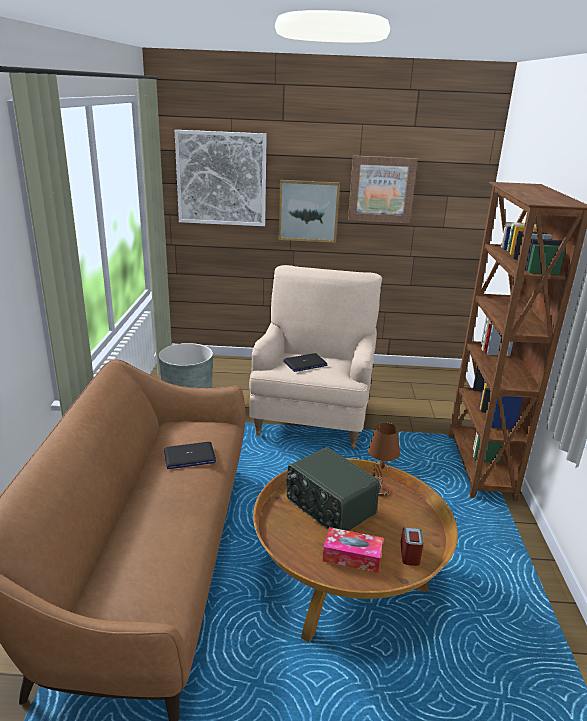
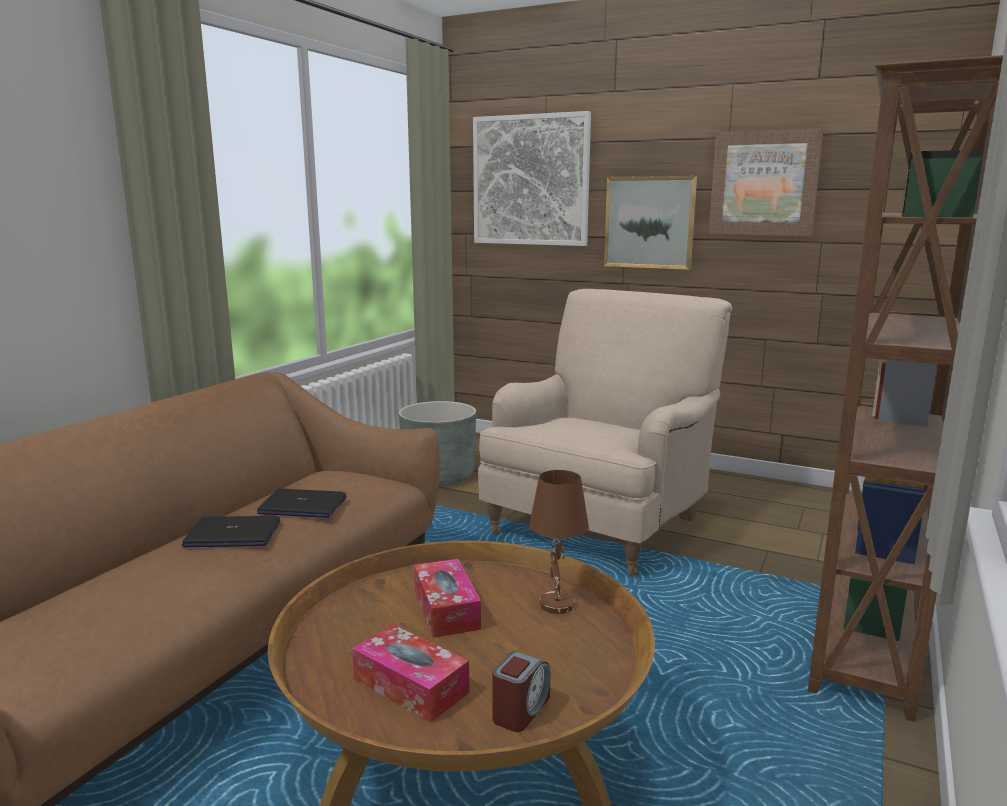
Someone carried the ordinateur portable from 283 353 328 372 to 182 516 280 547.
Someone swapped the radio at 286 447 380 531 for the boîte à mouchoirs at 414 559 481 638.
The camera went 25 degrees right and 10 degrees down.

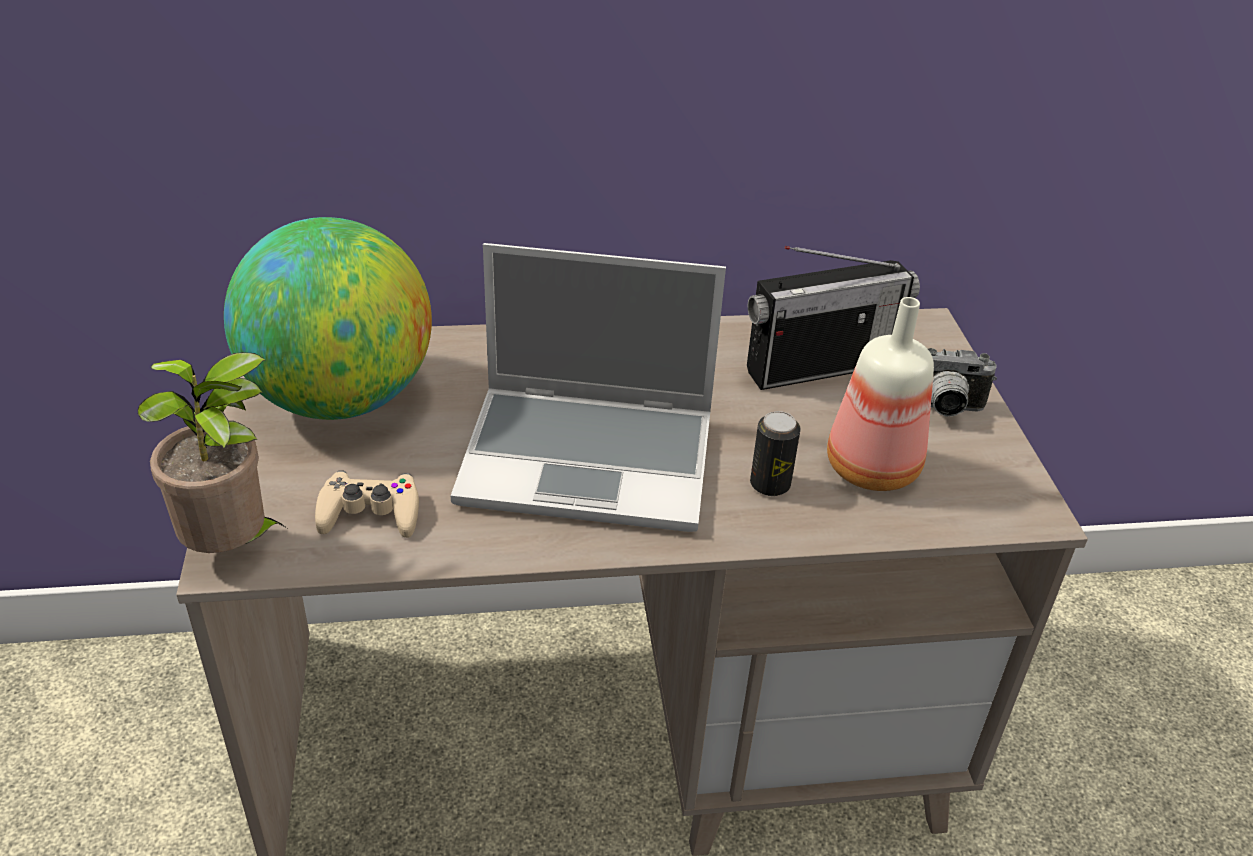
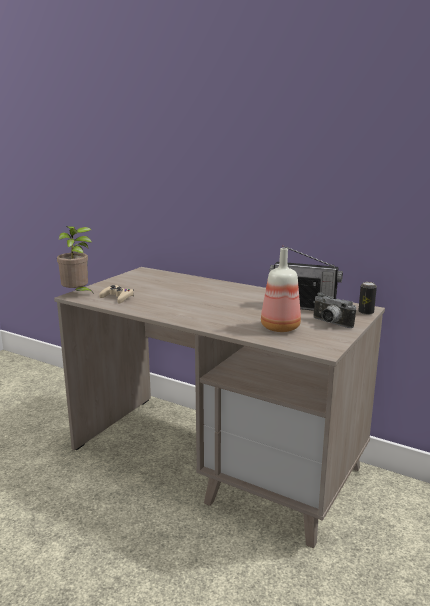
Someone took away the globe at 224 217 432 420.
Someone took away the ordinateur portable at 451 243 726 532.
Someone carried the boîte métallique from 750 411 800 496 to 358 282 377 315.
The camera went 40 degrees right and 20 degrees down.

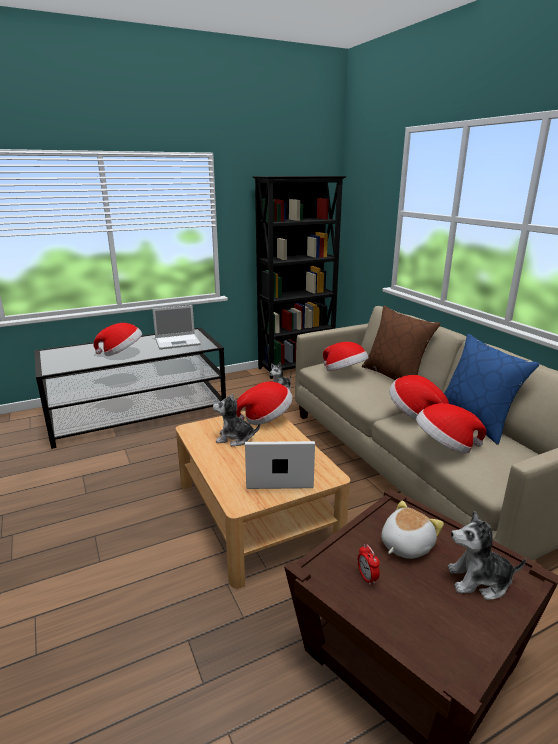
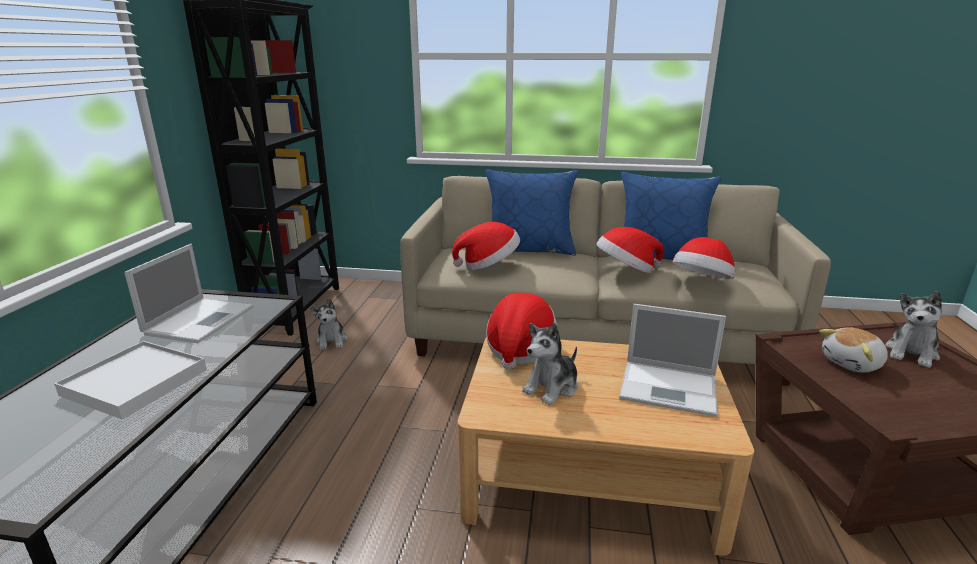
Someone took away the réveil at 358 544 380 585.
Someone swapped the chapeau at 93 323 142 356 for the plateau/blanc at 54 341 207 420.
Someone repainted the coussin/marron at 362 306 441 380, which became the coussin/bleu at 486 169 578 256.
Someone rotated the ordinateur portable at 245 441 315 489 by 105 degrees counterclockwise.
Someone rotated the peluche at 381 500 444 559 by 105 degrees counterclockwise.
The camera went 55 degrees left and 0 degrees up.

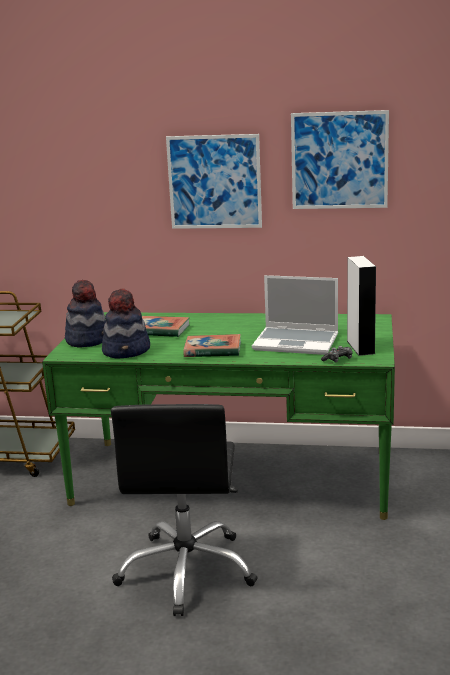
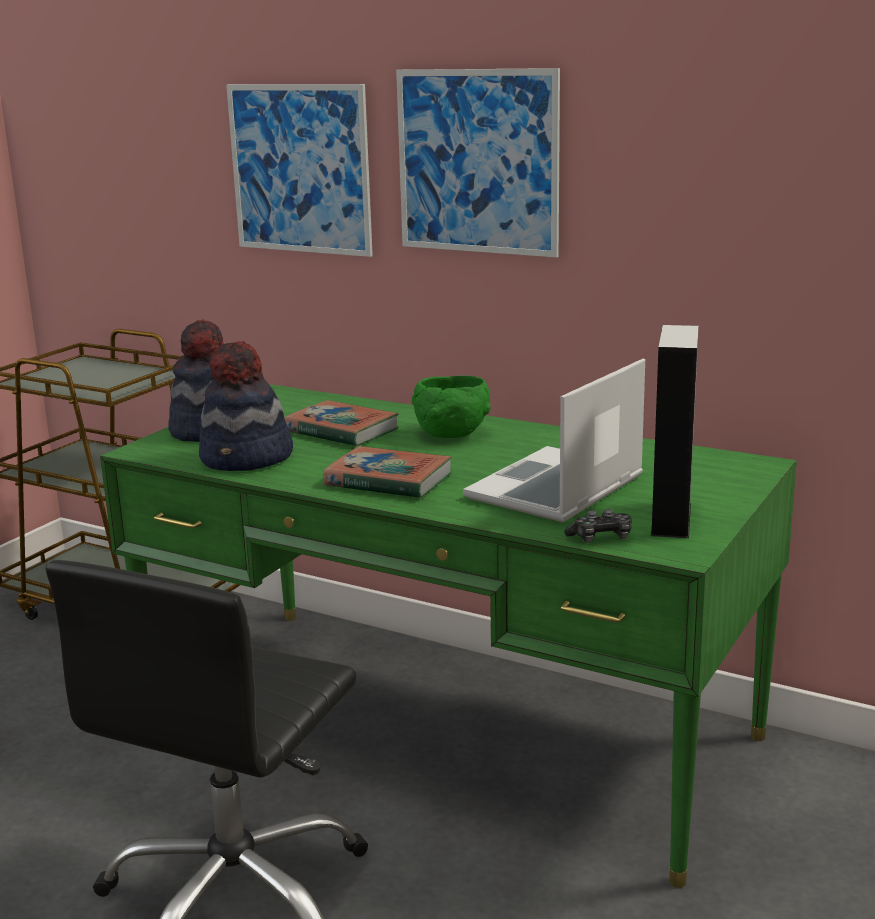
Someone put down the bol/vert at 412 376 491 438.
Someone carried the tableau from 291 110 389 209 to 226 84 373 257.
Someone rotated the ordinateur portable at 252 275 338 355 by 90 degrees clockwise.
The camera went 20 degrees right and 0 degrees up.

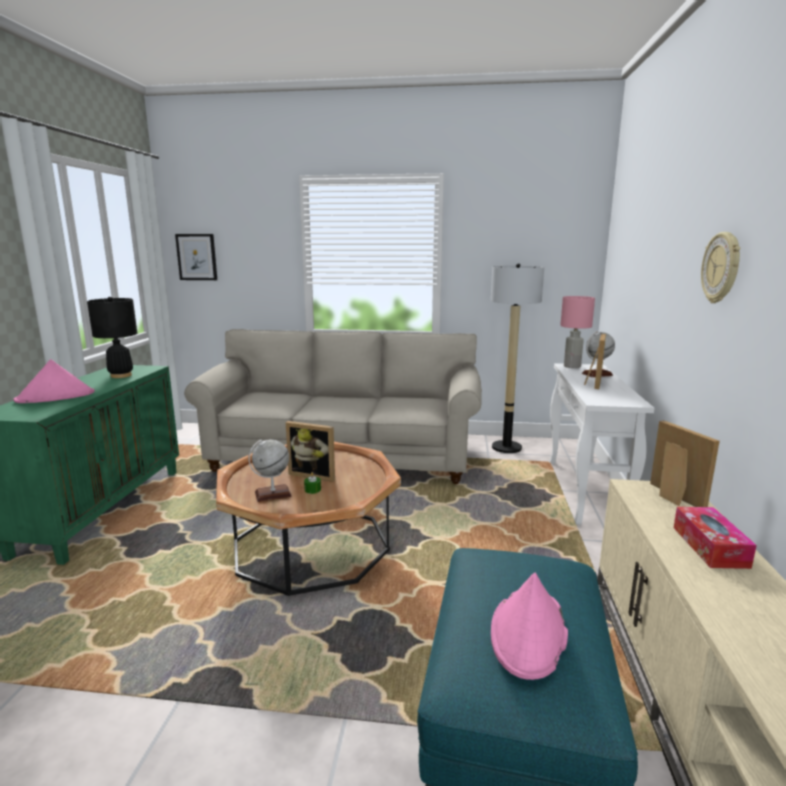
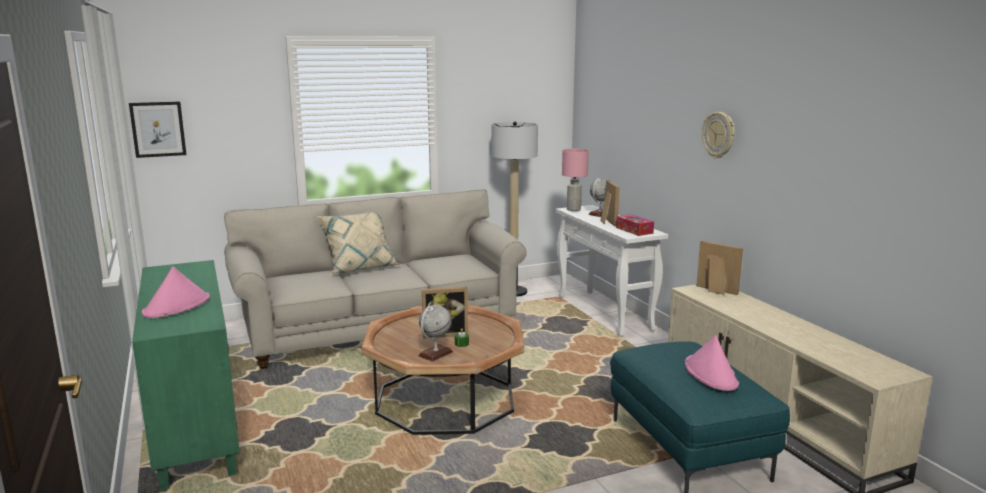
Someone took away the lampe de table/noir at 87 297 137 378.
Someone put down the coussin/beige at 317 212 400 275.
Someone carried the boîte à mouchoirs from 674 507 757 569 to 616 214 654 236.
The camera went 30 degrees left and 0 degrees up.

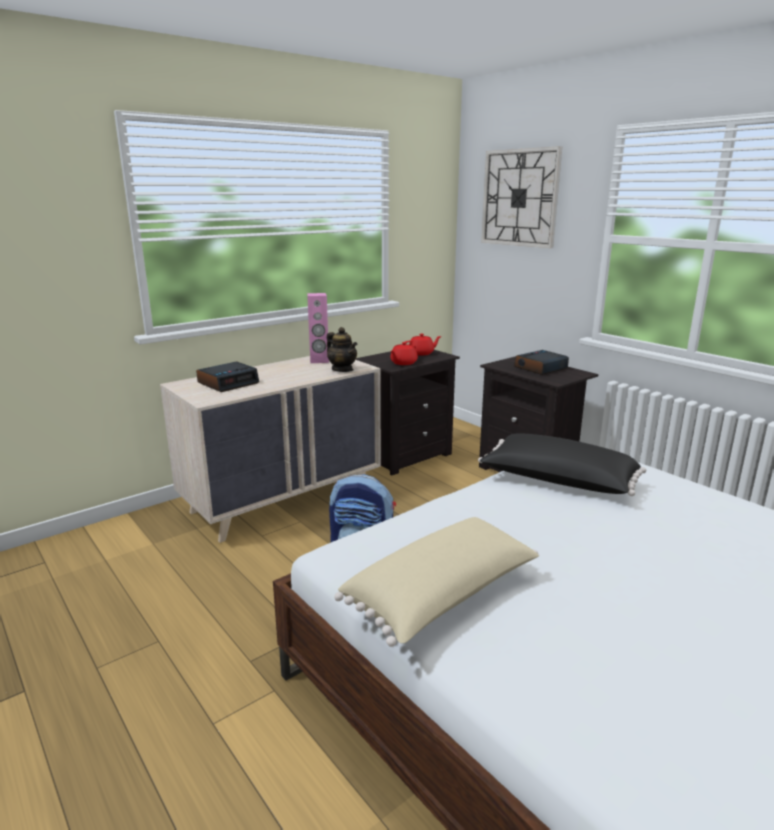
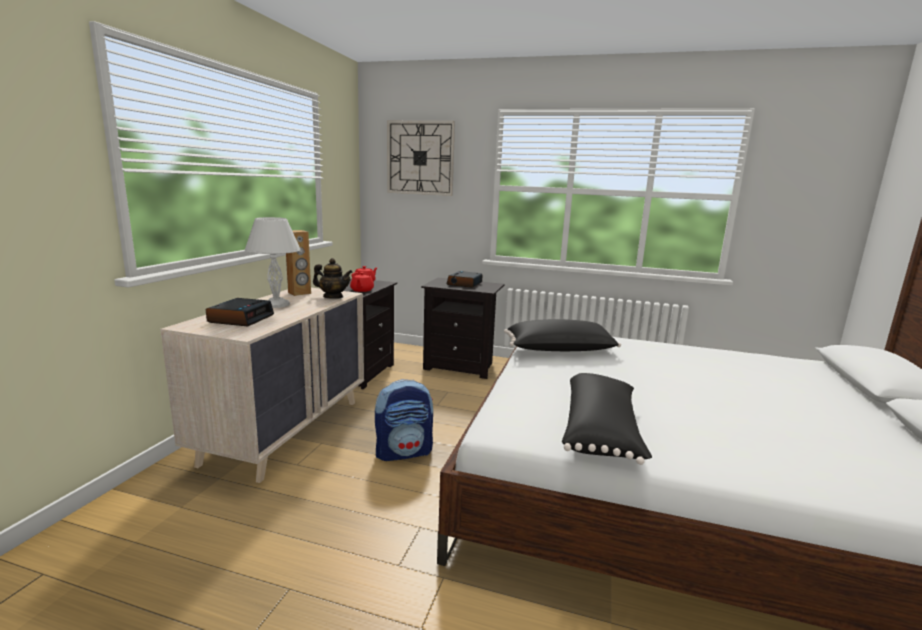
Someone put down the lampe de table/blanc at 245 217 301 308.
Someone repainted the enceinte/rose at 307 293 329 363, which became the enceinte/marron at 286 230 311 296.
Someone repainted the coussin/beige at 334 517 539 647, which became the coussin/noir at 562 373 652 465.
The camera went 35 degrees left and 5 degrees down.

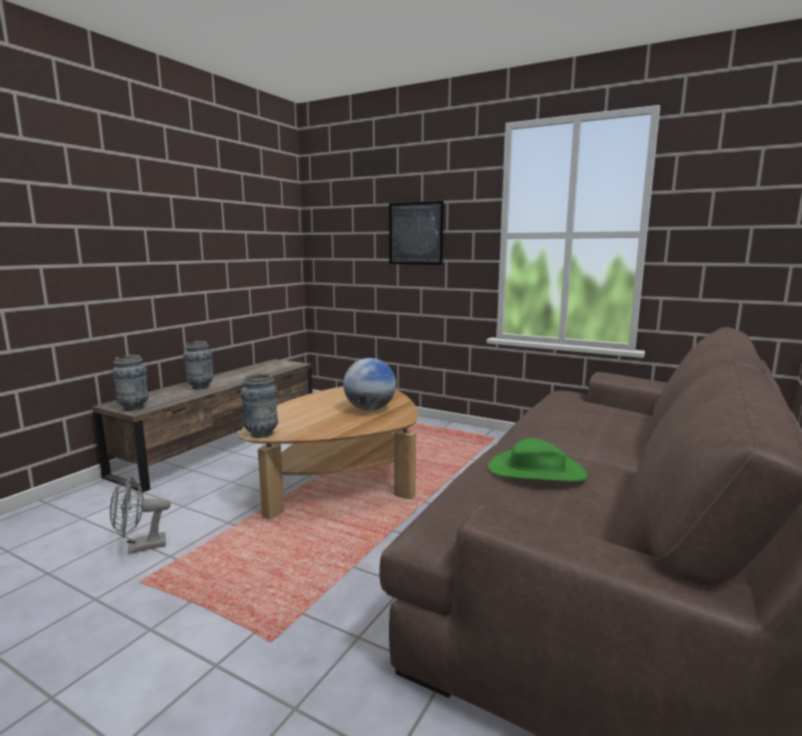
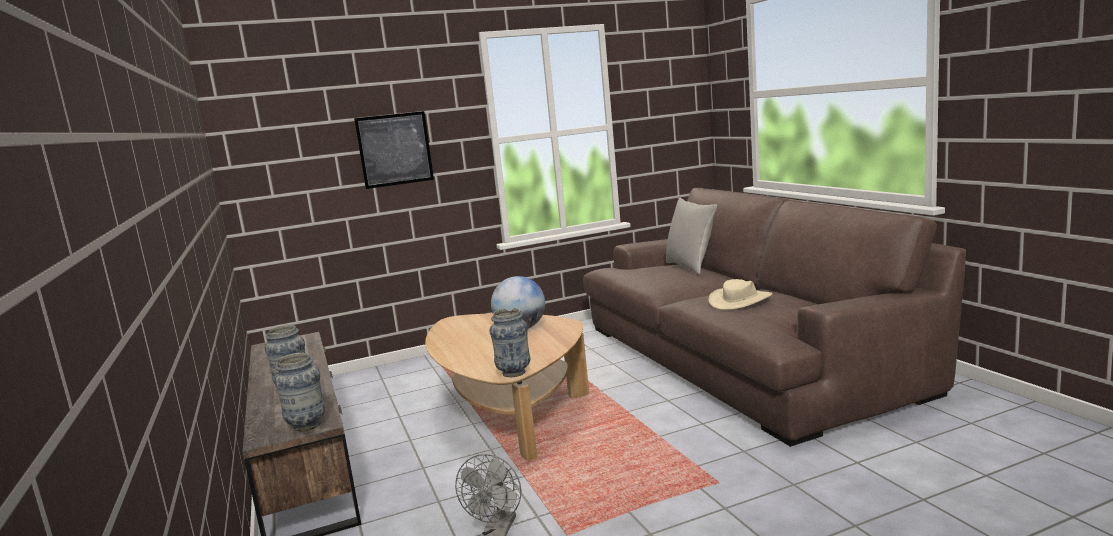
Someone put down the coussin/gris at 666 197 717 275.
Someone repainted the chapeau/vert at 488 438 588 482, which became the chapeau/beige at 708 279 773 310.
The camera went 50 degrees left and 0 degrees up.

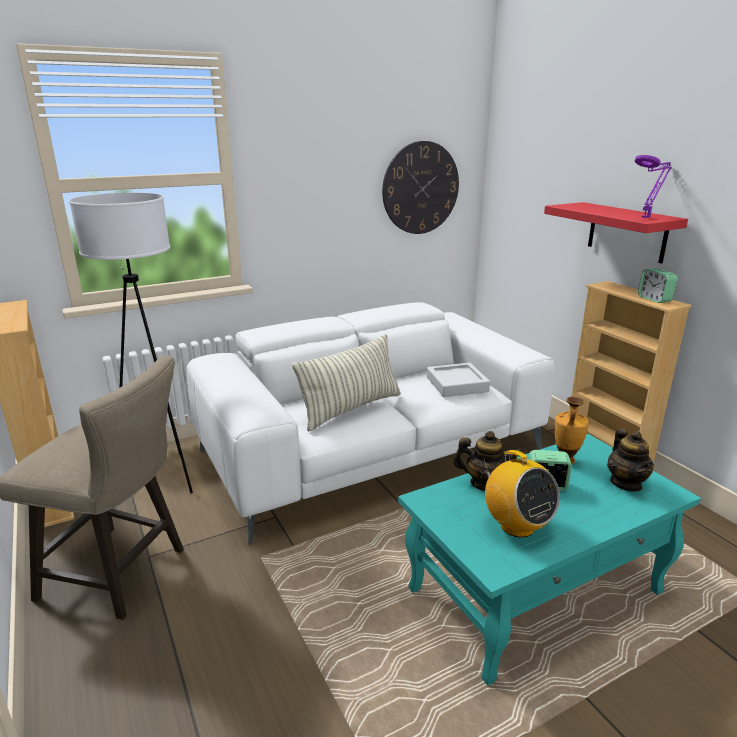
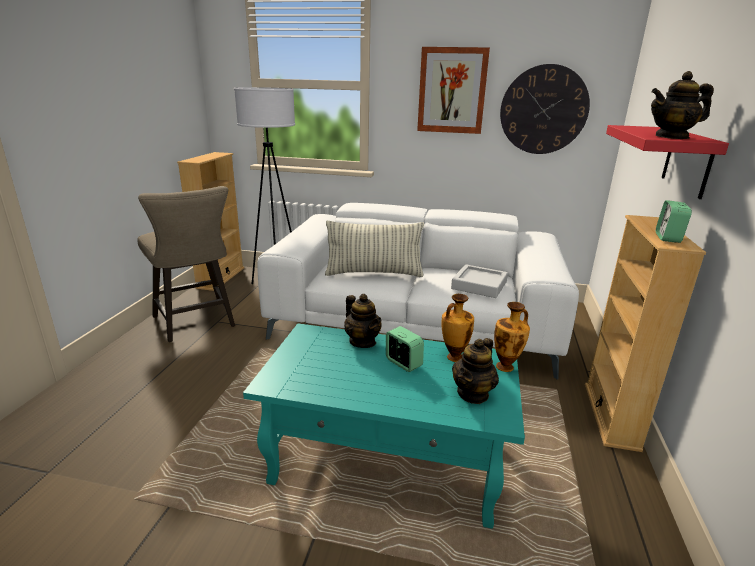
Someone took away the radio at 483 450 560 538.
Someone put up the tableau at 417 47 490 134.
Someone put down the vase at 494 302 530 372.
Someone swapped the lampe de table/violet at 635 155 672 218 for the théière at 651 71 714 139.
The camera went 40 degrees right and 0 degrees up.

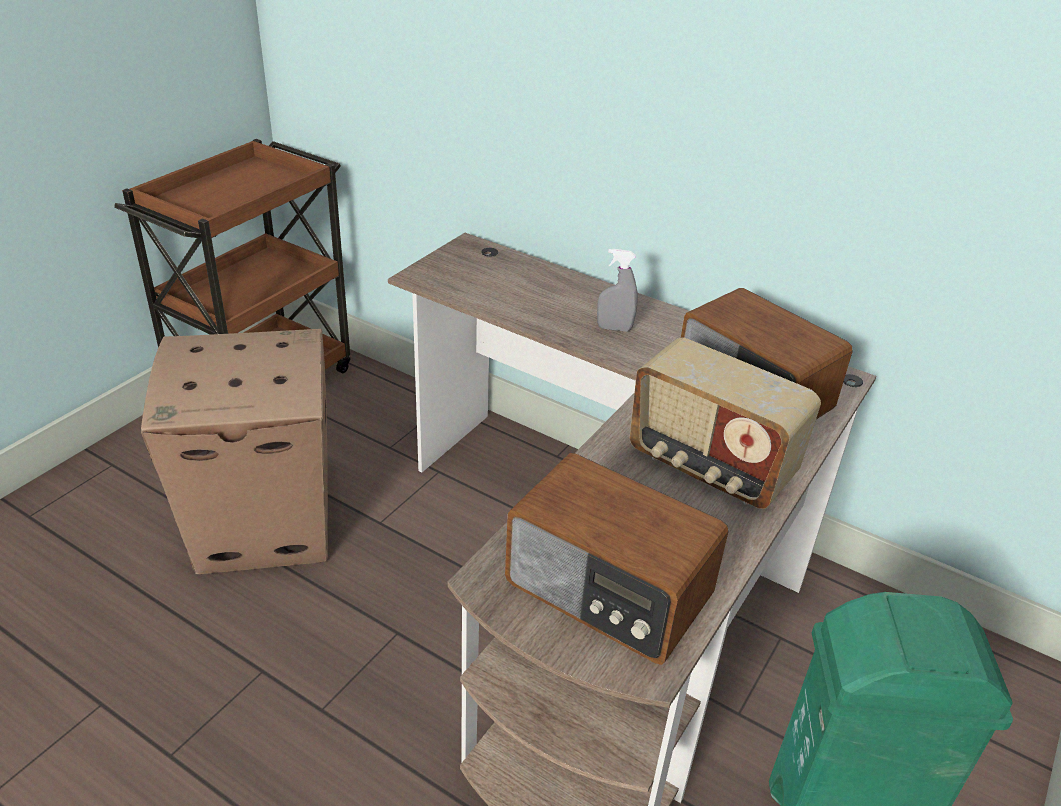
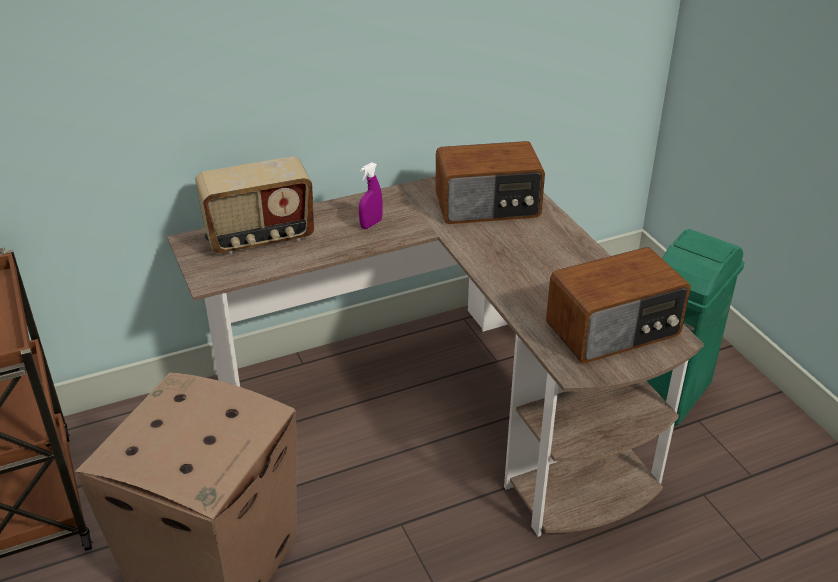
Someone carried the radio from 630 337 821 509 to 195 157 314 254.
Someone repainted the vaporisateur/gris at 597 249 638 332, which became the vaporisateur/violet at 359 162 383 229.
The camera went 55 degrees left and 0 degrees up.

